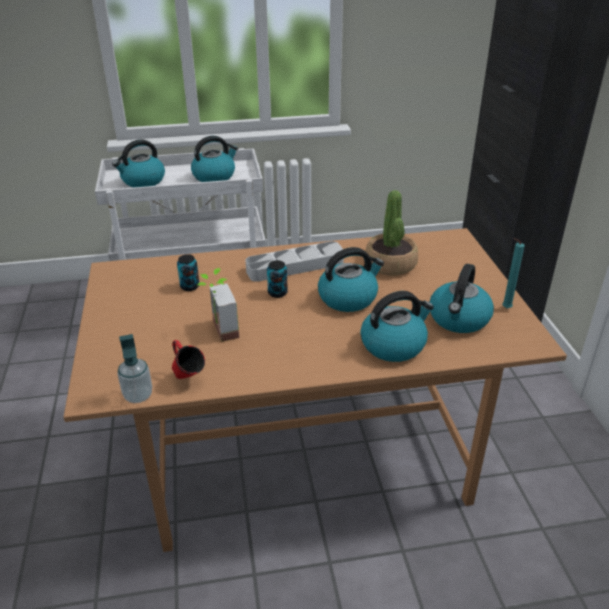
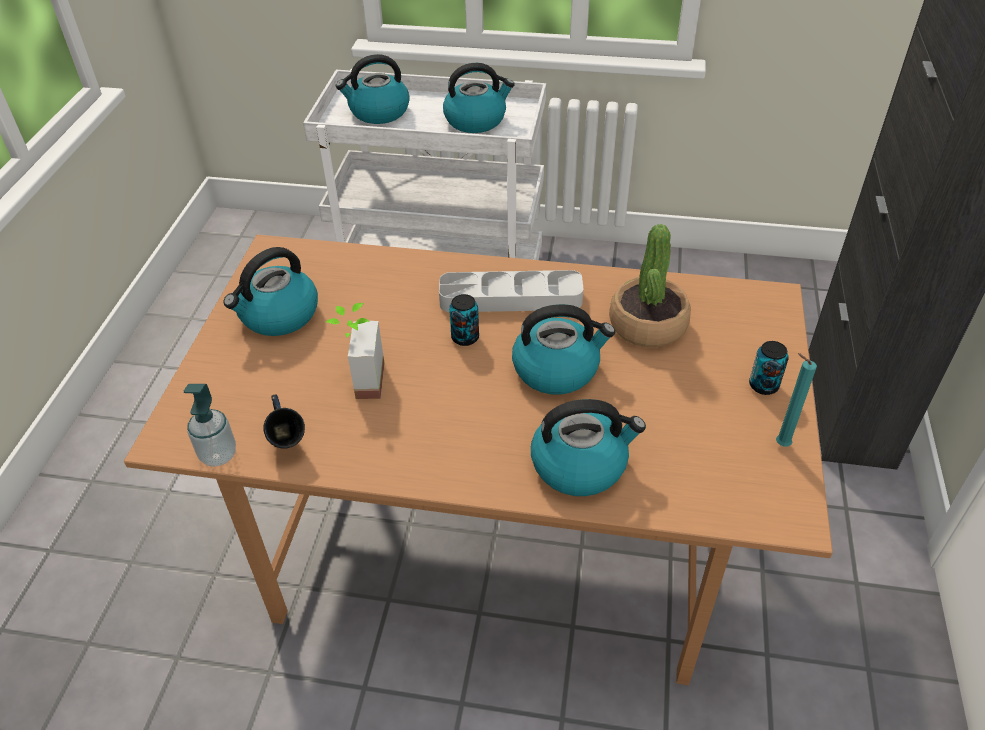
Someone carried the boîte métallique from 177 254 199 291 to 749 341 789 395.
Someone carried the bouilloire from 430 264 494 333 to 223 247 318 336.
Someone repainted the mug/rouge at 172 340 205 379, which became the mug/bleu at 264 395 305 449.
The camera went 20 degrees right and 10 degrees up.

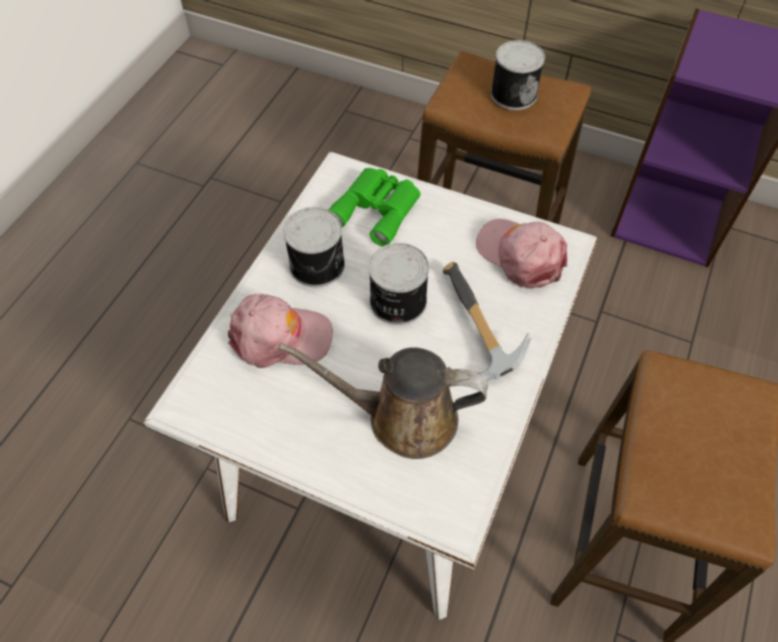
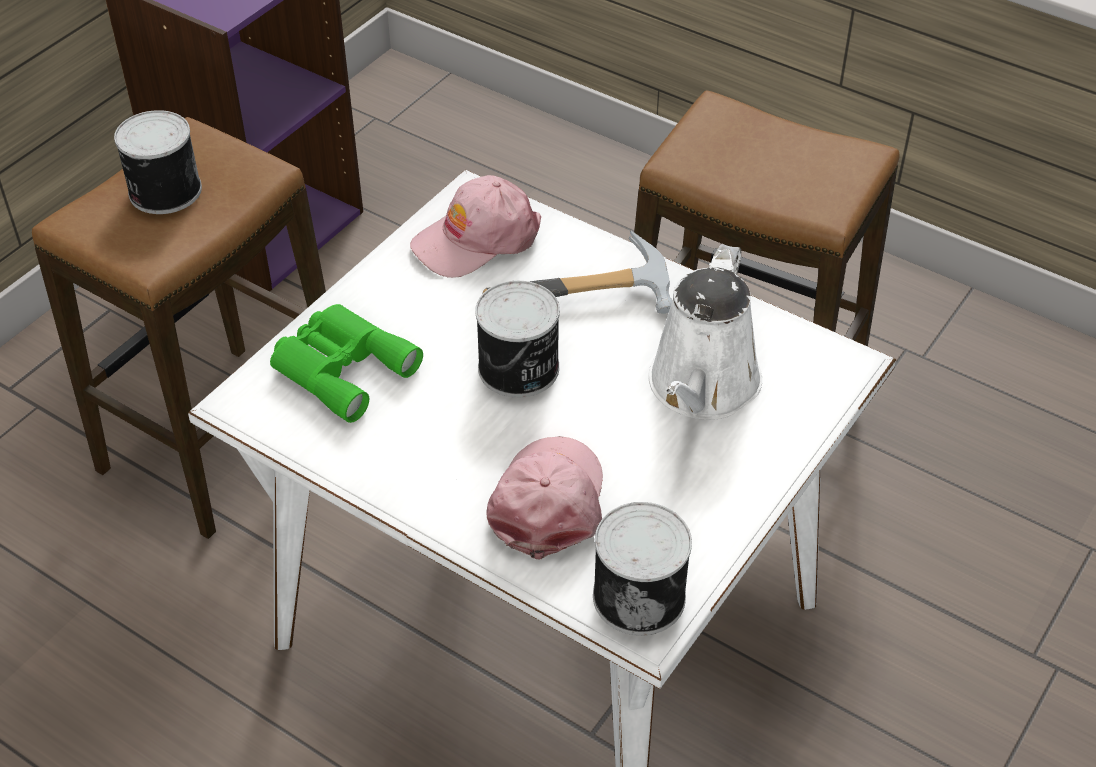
Someone carried the boîte métallique from 283 207 345 287 to 593 502 692 636.
Someone repainted the arrosoir/marron at 278 343 488 459, which became the arrosoir/blanc at 648 244 762 420.
The camera went 80 degrees left and 10 degrees down.

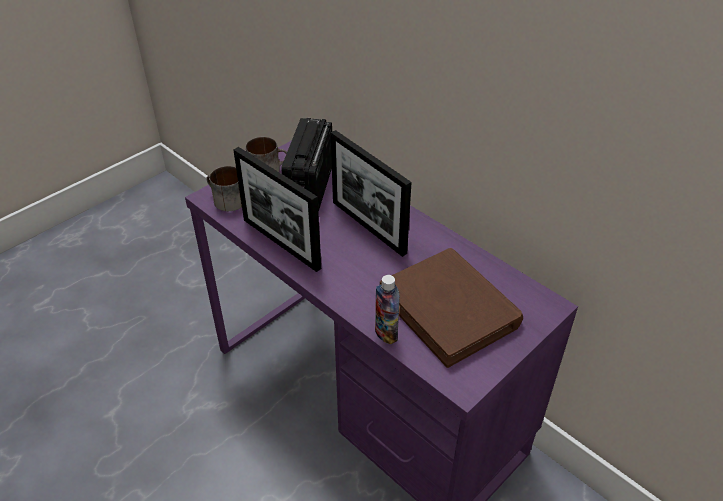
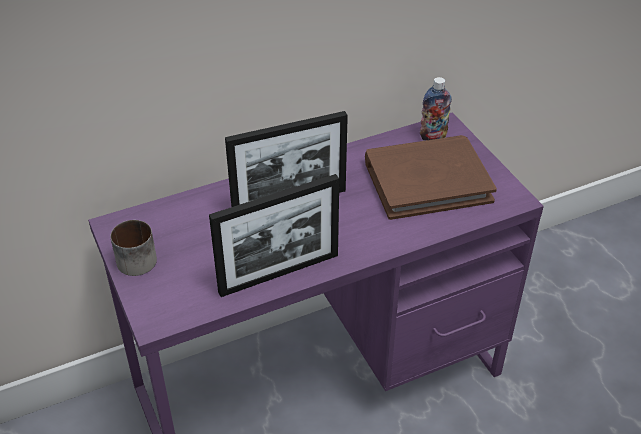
Someone took away the mug at 206 166 242 211.
Someone took away the radio at 281 118 332 212.
Someone carried the bouteille from 375 275 400 344 to 420 77 452 141.
The camera went 70 degrees left and 0 degrees up.

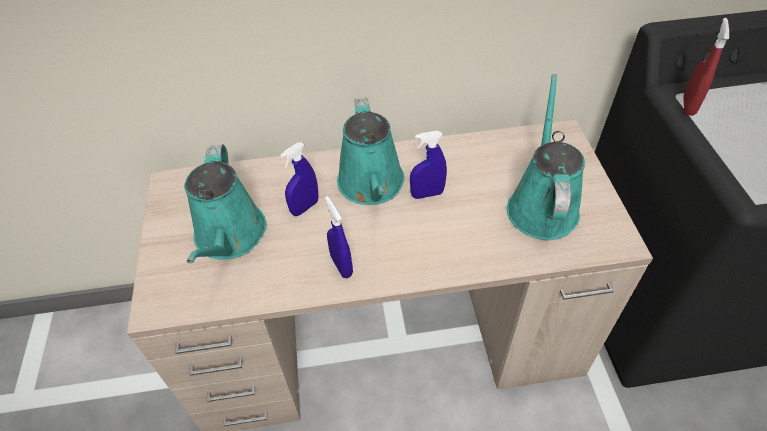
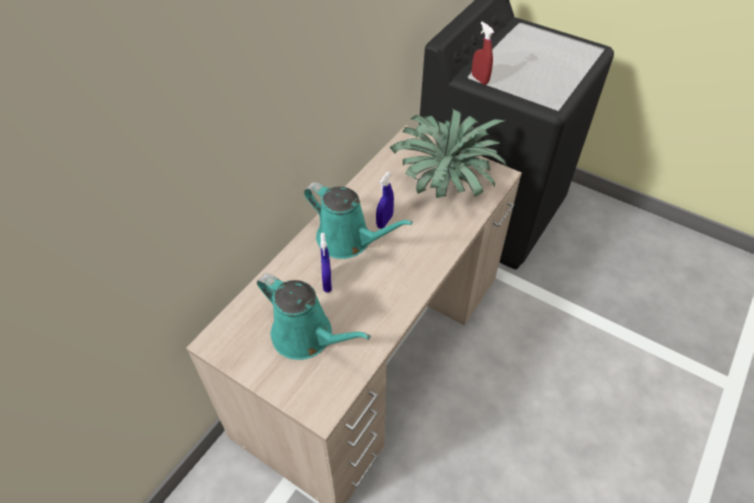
Someone took away the vaporisateur/bleu at 325 196 353 278.
Someone swapped the arrosoir/turquoise at 507 74 585 240 for the plante en pot at 389 109 507 198.
The camera went 50 degrees left and 0 degrees up.

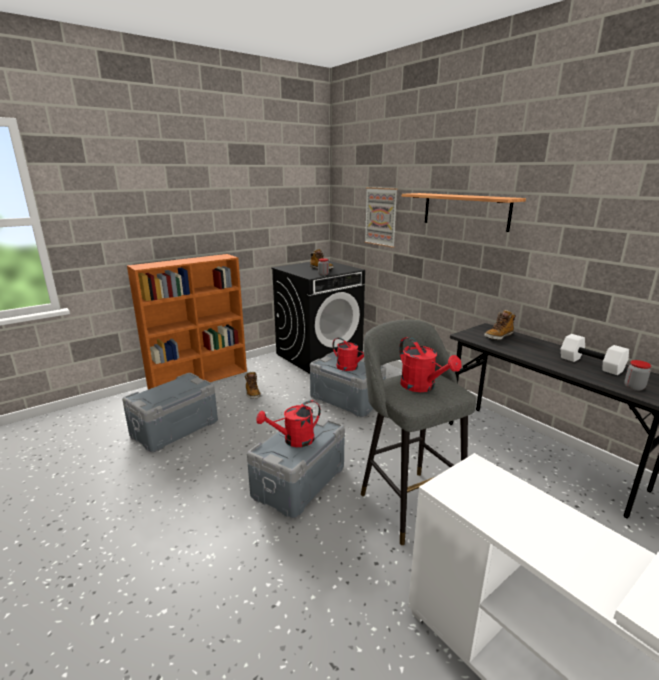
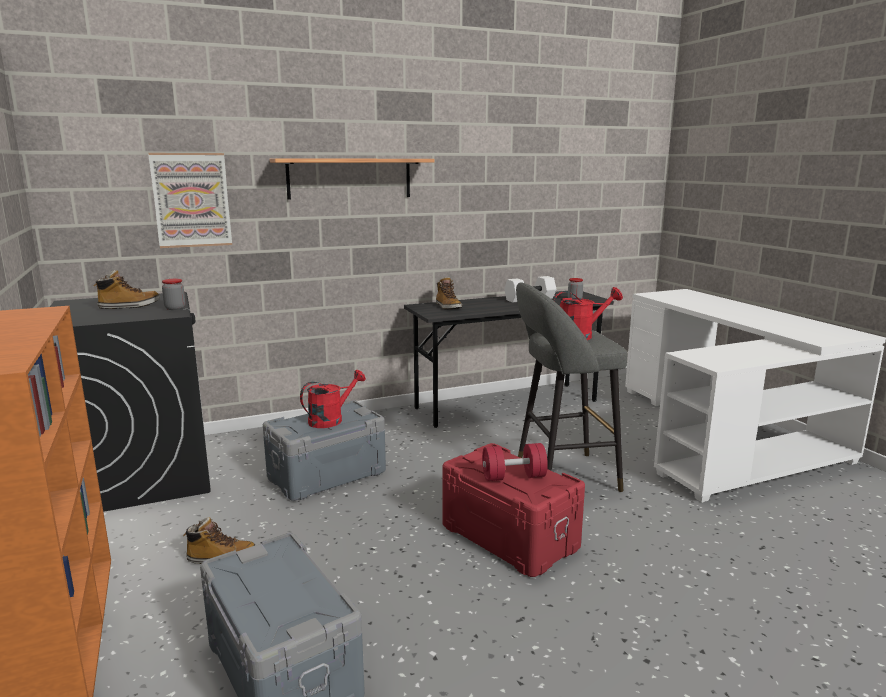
Someone swapped the arrosoir/rouge at 256 400 321 447 for the haltère/rouge at 482 443 548 481.
Someone repainted the boîte de rangement/gris at 247 414 345 518, which became the boîte de rangement/rouge at 442 443 585 577.
The camera went 75 degrees left and 5 degrees down.

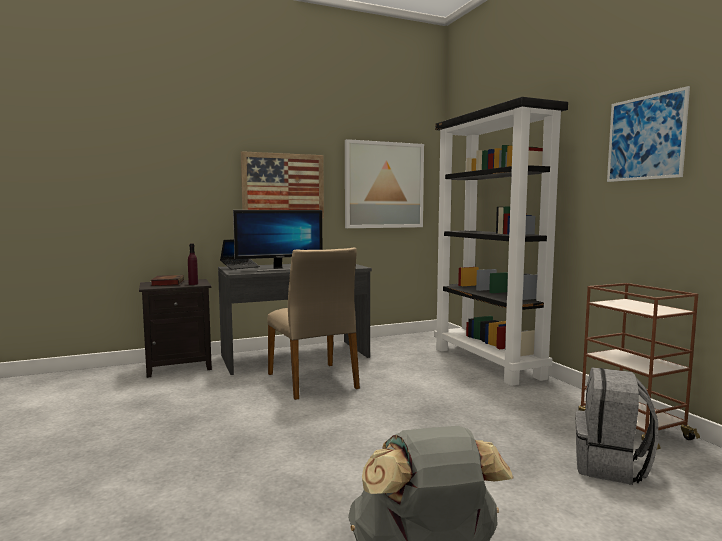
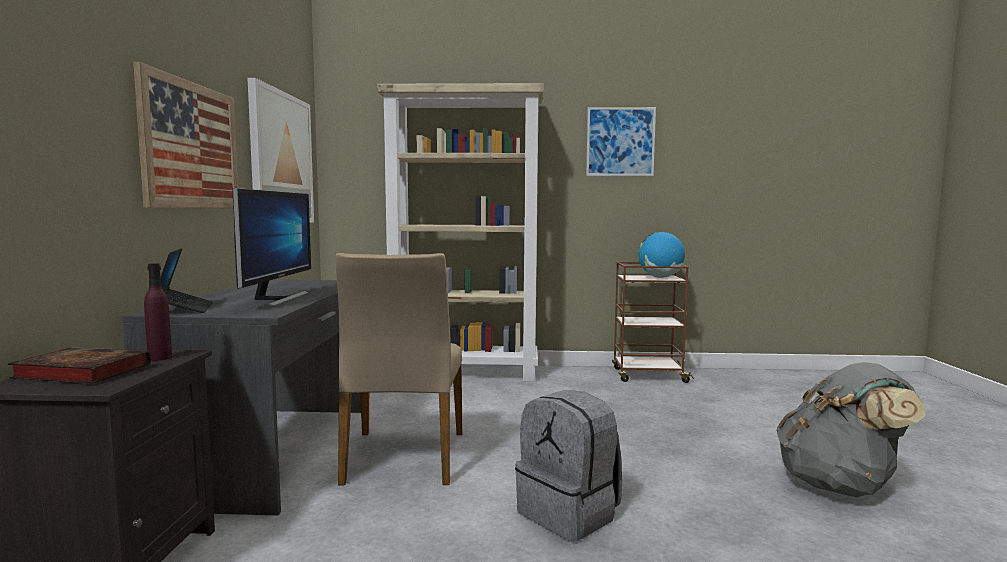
Someone put down the globe at 638 232 685 278.
Someone carried the sac à dos/gris from 575 367 659 485 to 515 390 622 541.
Someone repainted the bibliothèque/noir at 434 97 568 386, which became the bibliothèque/beige at 378 83 544 381.
Someone rotated the chaise/beige at 268 247 360 400 by 90 degrees clockwise.
The camera went 65 degrees left and 0 degrees up.

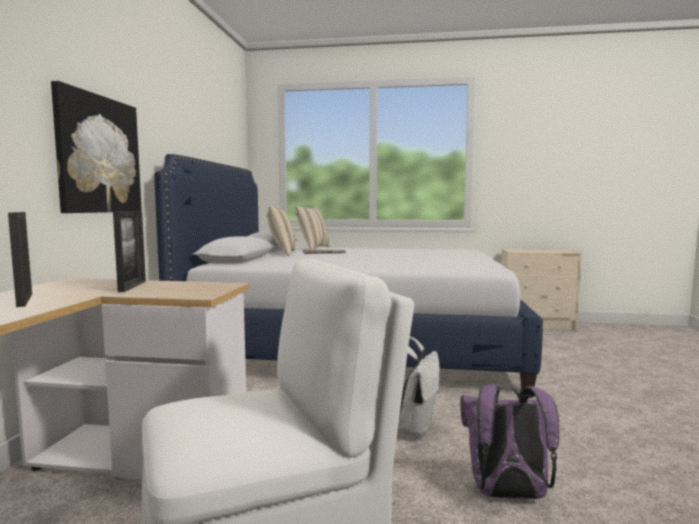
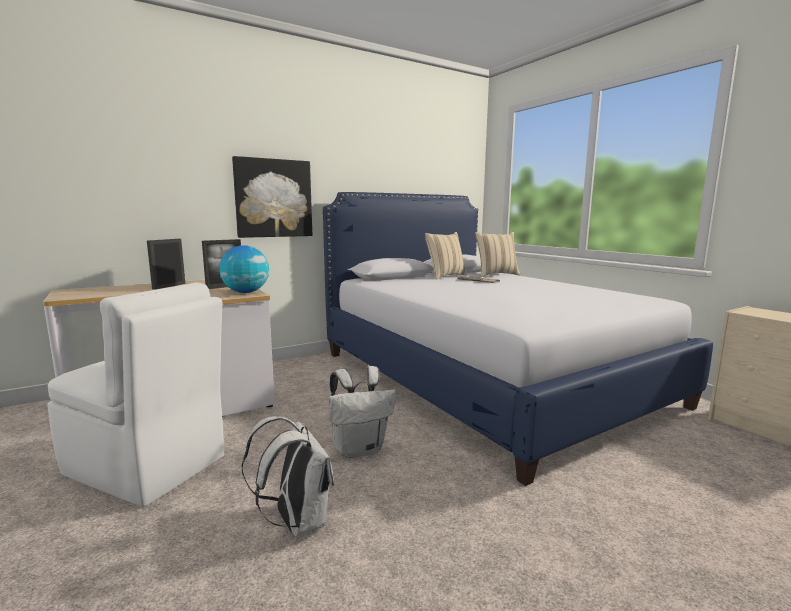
Someone put down the globe at 219 245 269 293.
Someone repainted the sac à dos/violet at 460 384 559 499, which became the sac à dos/blanc at 242 416 334 537.
The camera went 50 degrees right and 5 degrees up.

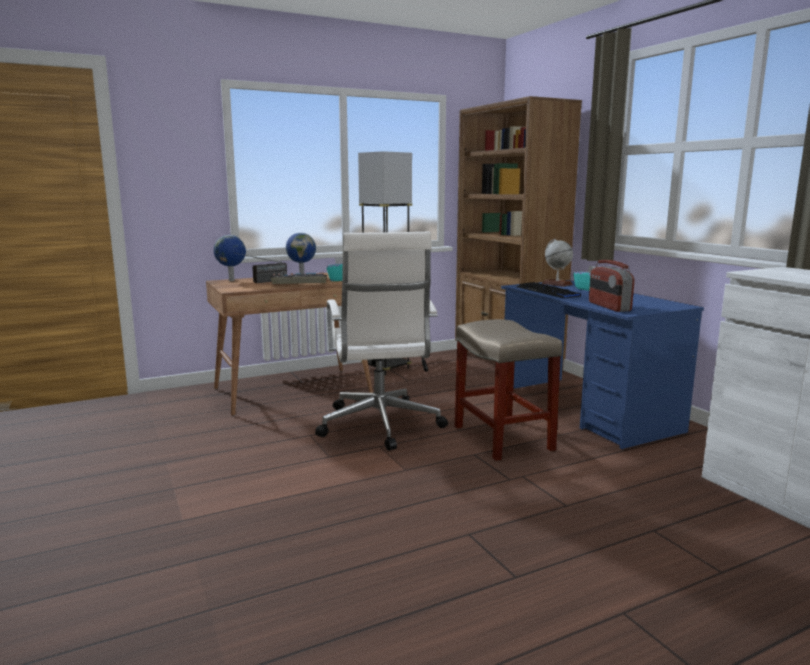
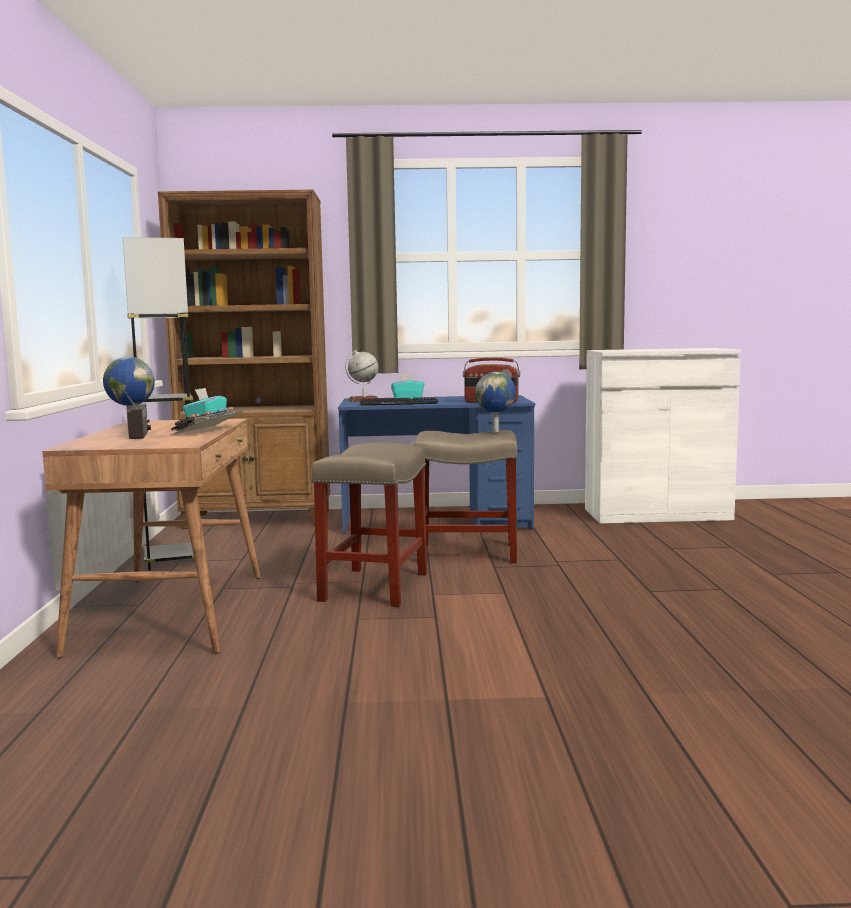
Someone carried the globe from 213 235 246 281 to 475 372 516 433.
Someone swapped the chaise de bureau/blanc at 315 232 448 451 for the tabouret/beige at 312 442 427 607.
The camera went 65 degrees left and 5 degrees down.

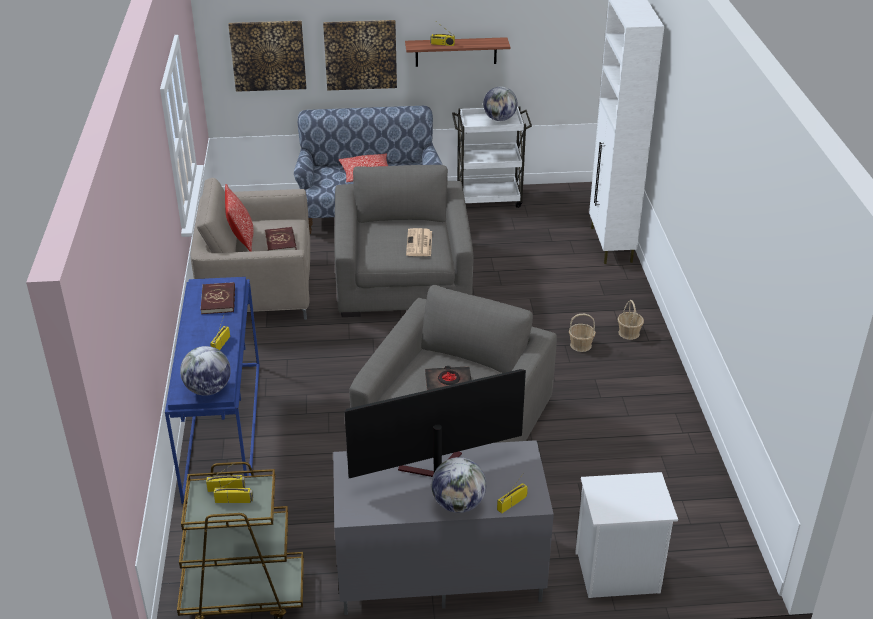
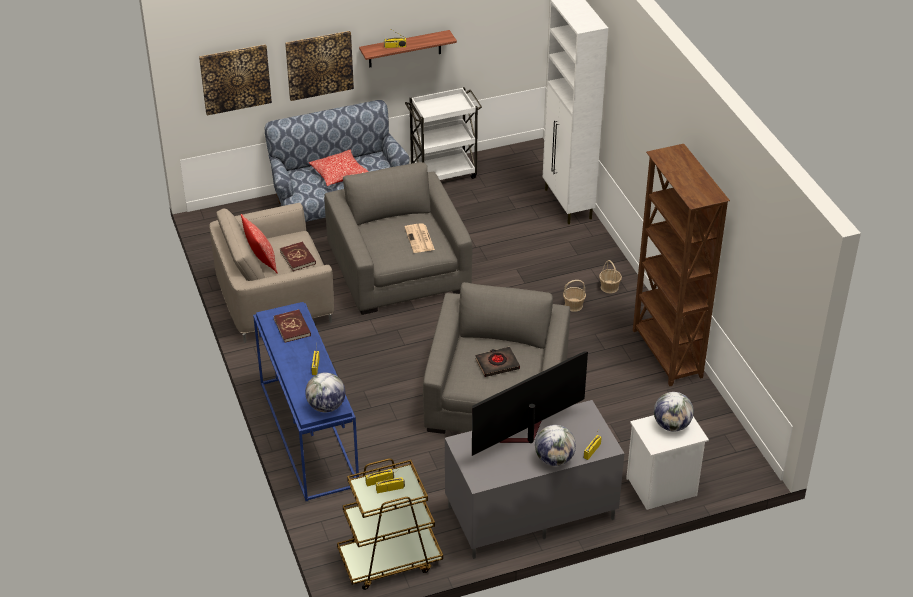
Someone put down the bibliothèque/marron at 633 144 730 386.
Someone carried the globe from 483 86 517 121 to 654 392 694 432.
The camera went 15 degrees left and 5 degrees up.

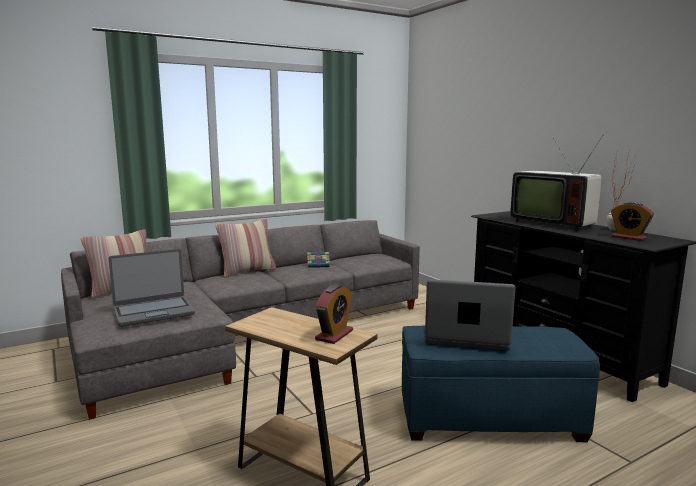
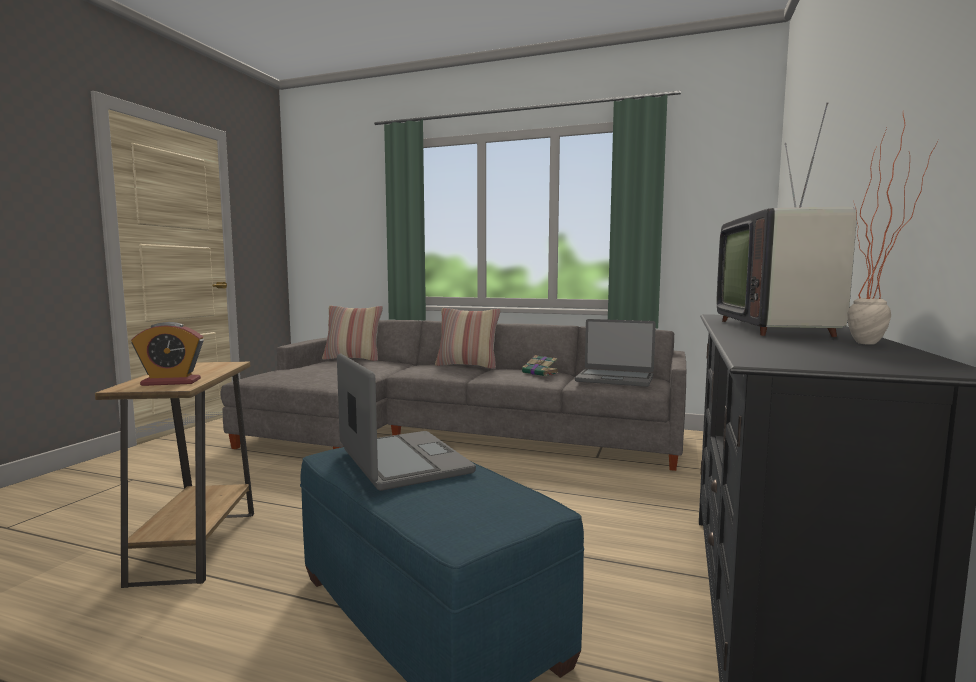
Someone took away the réveil at 611 202 654 241.
Someone carried the ordinateur portable from 109 249 195 327 to 575 319 656 387.
The camera went 50 degrees right and 5 degrees down.

